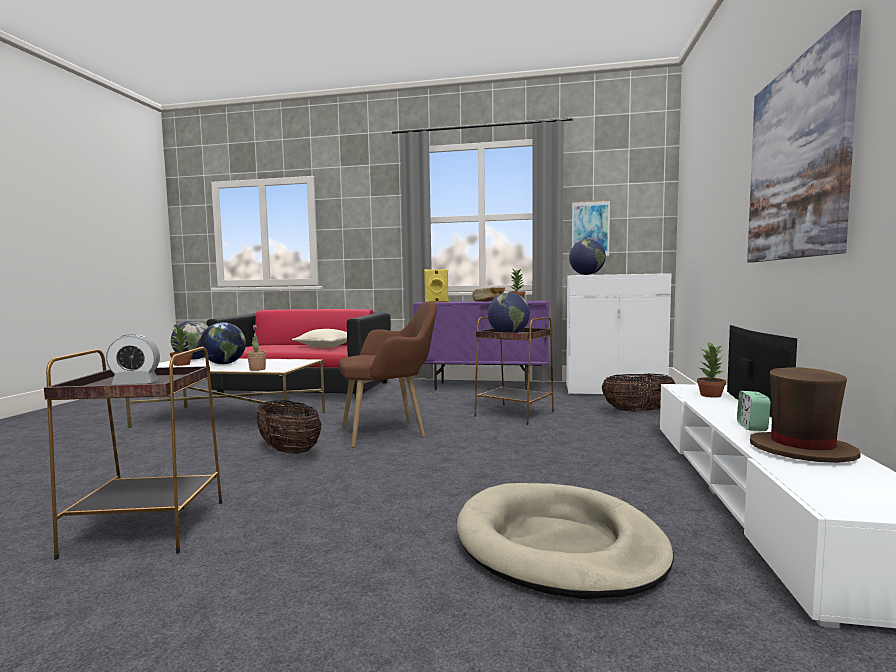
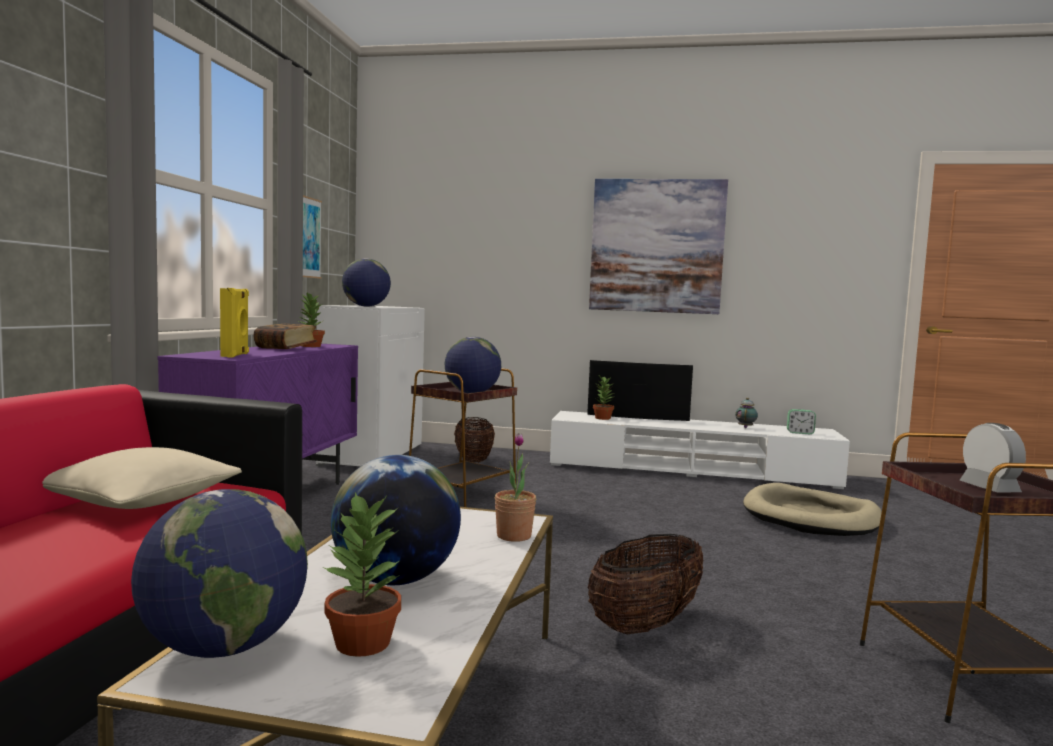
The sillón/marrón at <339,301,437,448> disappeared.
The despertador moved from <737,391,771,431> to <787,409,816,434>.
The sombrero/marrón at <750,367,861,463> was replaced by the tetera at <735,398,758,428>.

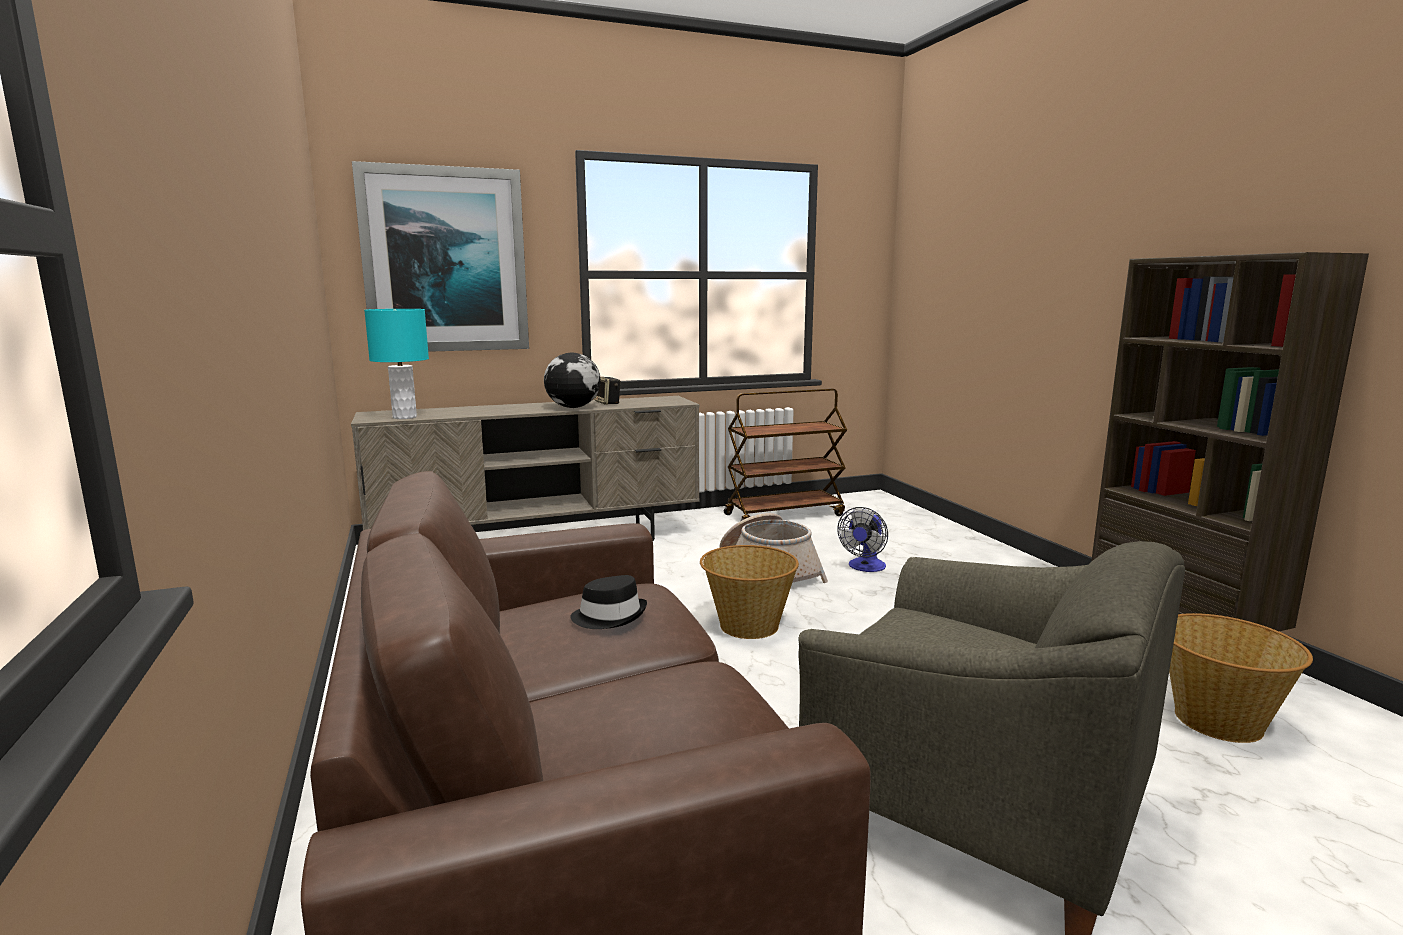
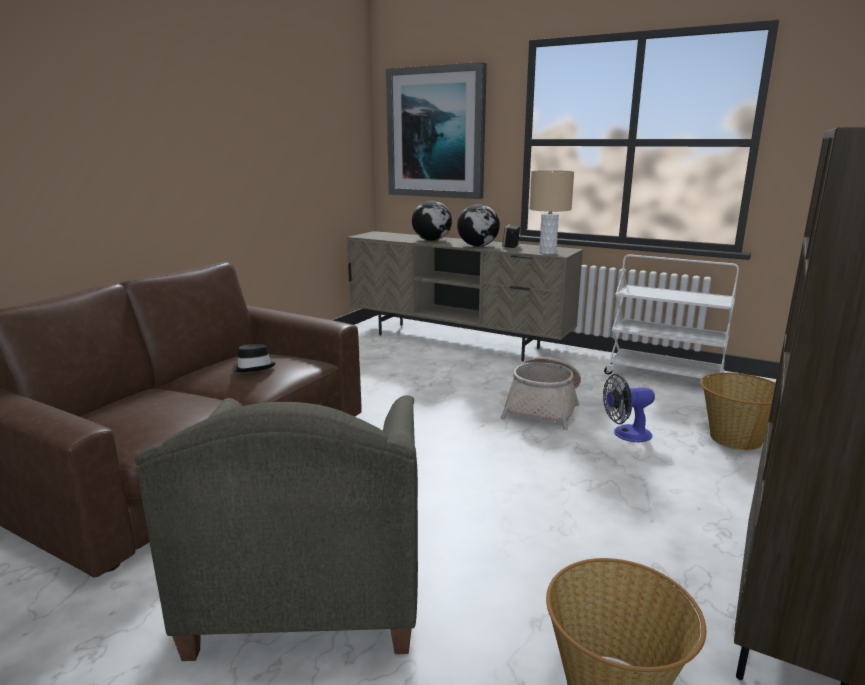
The lámpara de mesa/turquesa at <364,309,429,419> disappeared.
The cesta moved from <700,545,799,639> to <700,372,775,450>.
The carrito/marrón at <724,388,847,521> became the carrito/blanco at <604,254,739,379>.
The globo terráqueo at <412,200,452,241> appeared.
The lámpara de mesa/beis at <529,170,574,254> appeared.

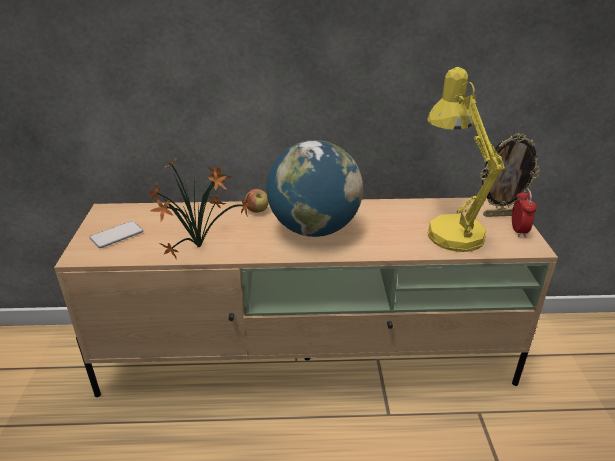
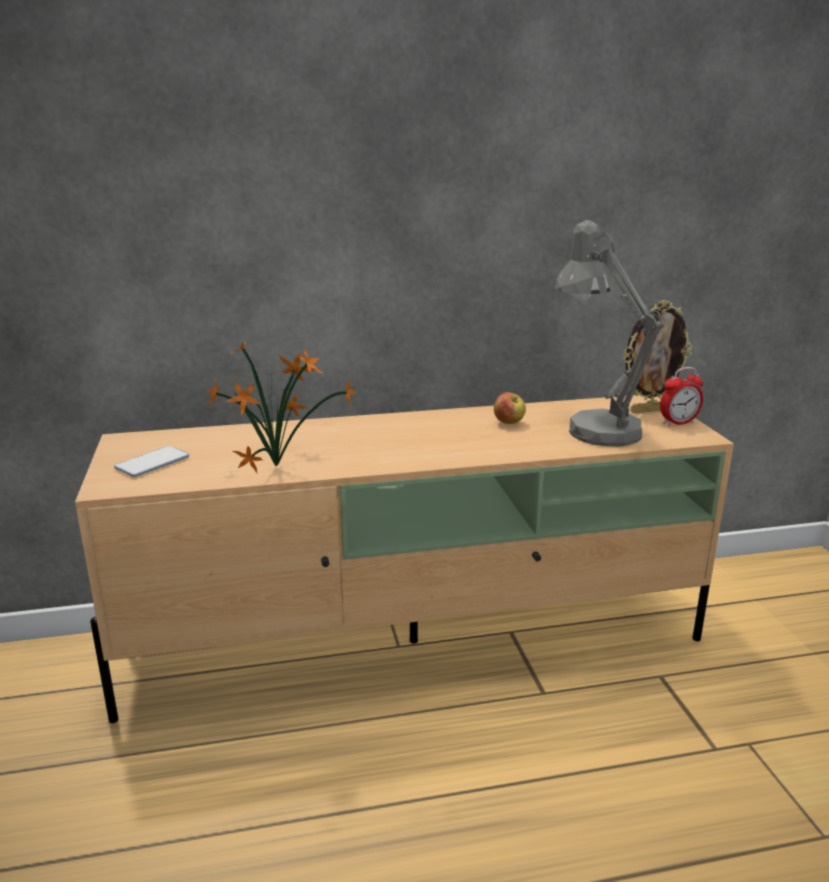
The manzana moved from <245,189,269,213> to <494,392,526,424>.
The globo terráqueo at <267,140,363,237> disappeared.
The lámpara de mesa/amarillo at <427,67,505,252> became the lámpara de mesa/gris at <555,220,664,447>.
The despertador at <512,188,537,237> turned 75 degrees clockwise.

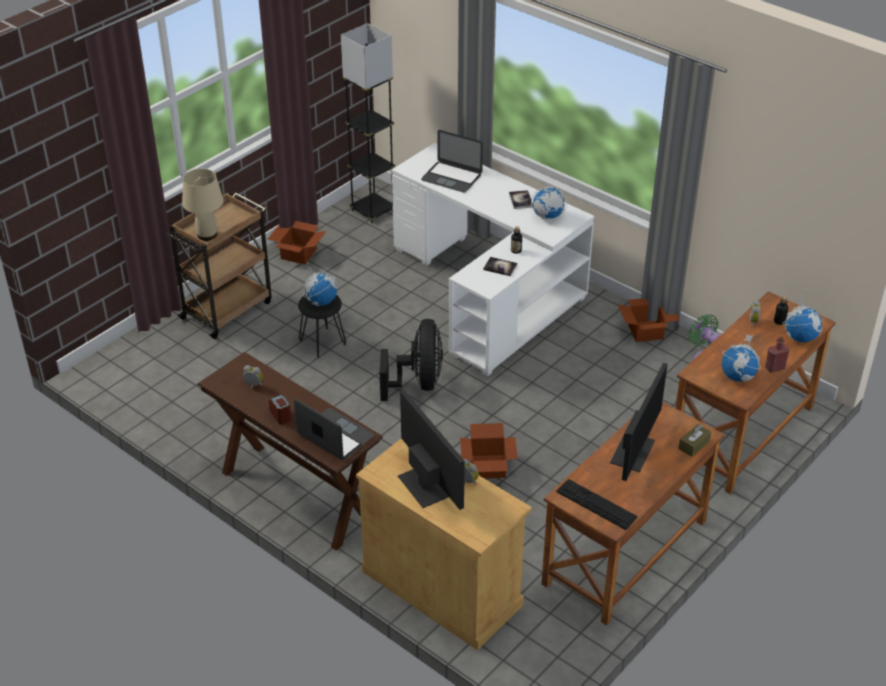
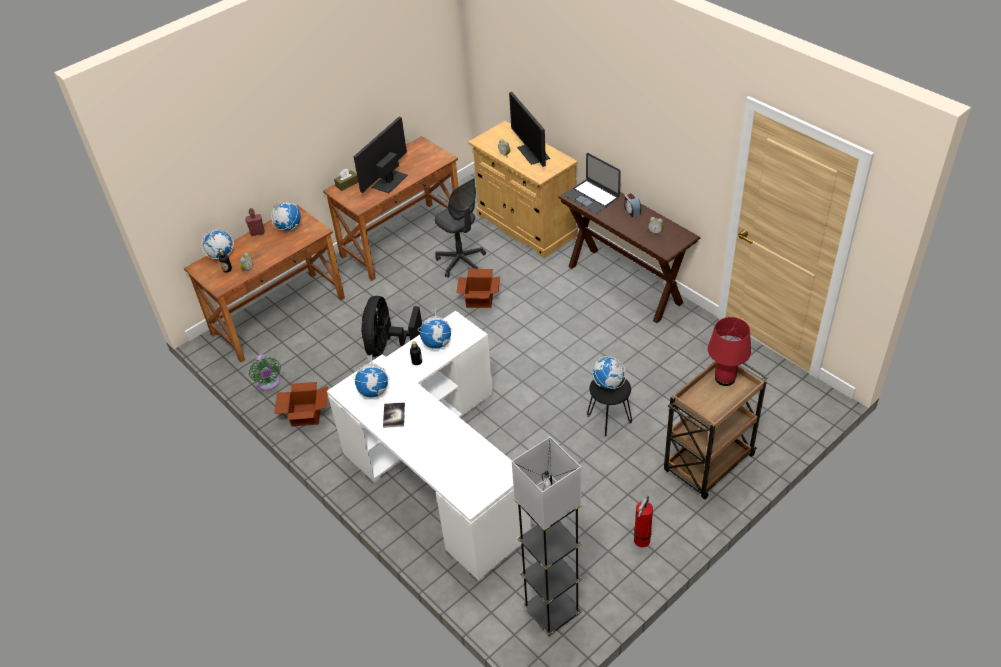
The lámpara de mesa/beis at <182,169,224,241> became the lámpara de mesa/rojo at <708,317,751,386>.
The caja de cartón at <268,221,326,265> was replaced by the extintor at <634,496,653,547>.
The ventilador/negro moved from <380,319,443,401> to <361,296,422,357>.
The portátil at <421,130,483,193> disappeared.
The libro at <483,257,517,276> was replaced by the globo terráqueo at <418,307,453,349>.
The teclado at <556,479,638,530> disappeared.
The silla de oficina/gris at <435,178,486,278> appeared.

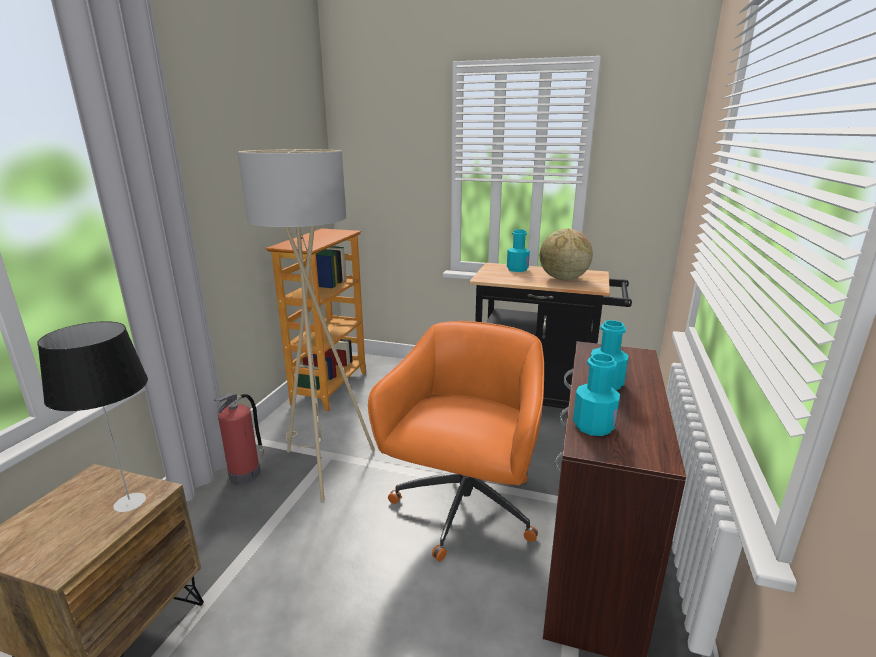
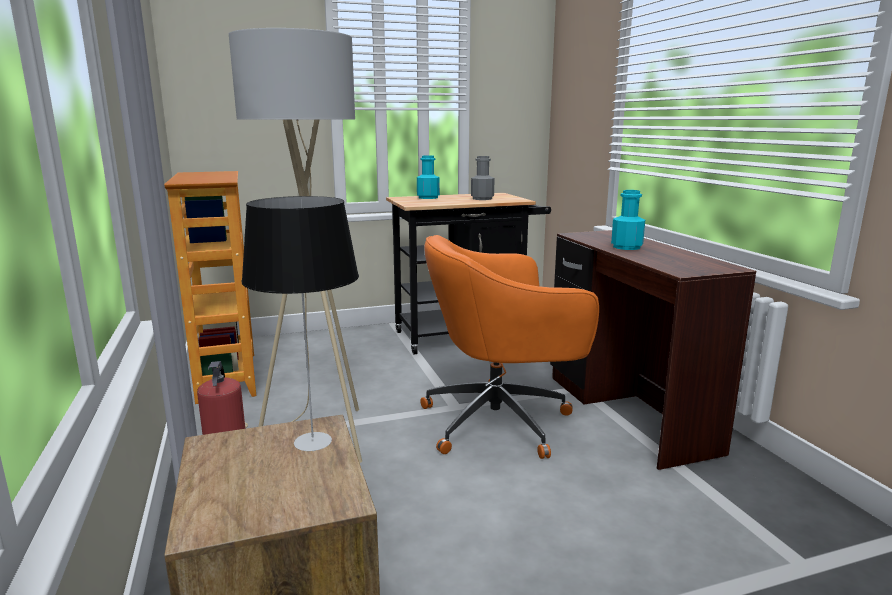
The silla de oficina/naranja at <368,321,544,562> turned 90 degrees counterclockwise.
The globo terráqueo at <540,229,593,281> was replaced by the botella/gris at <471,156,495,200>.
The botella/turquesa at <573,353,620,436> disappeared.

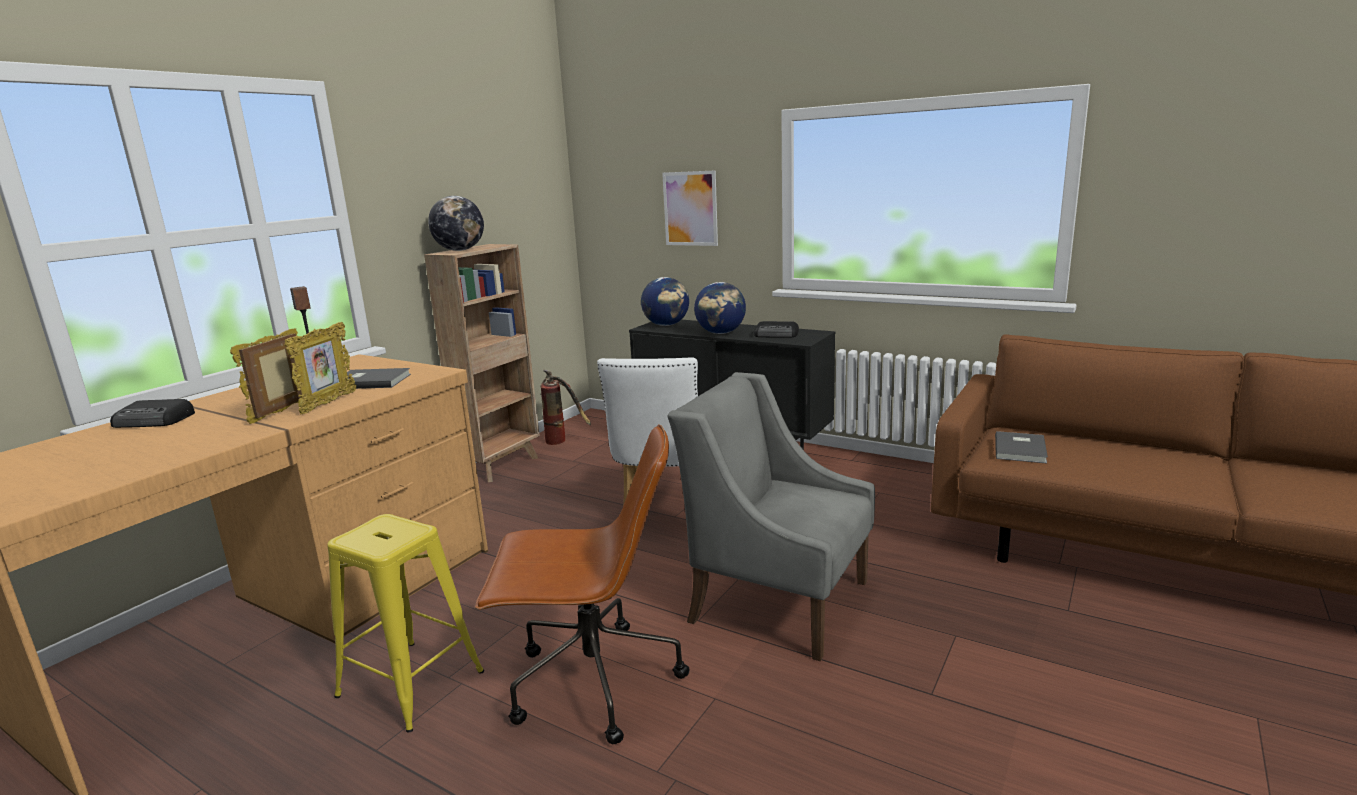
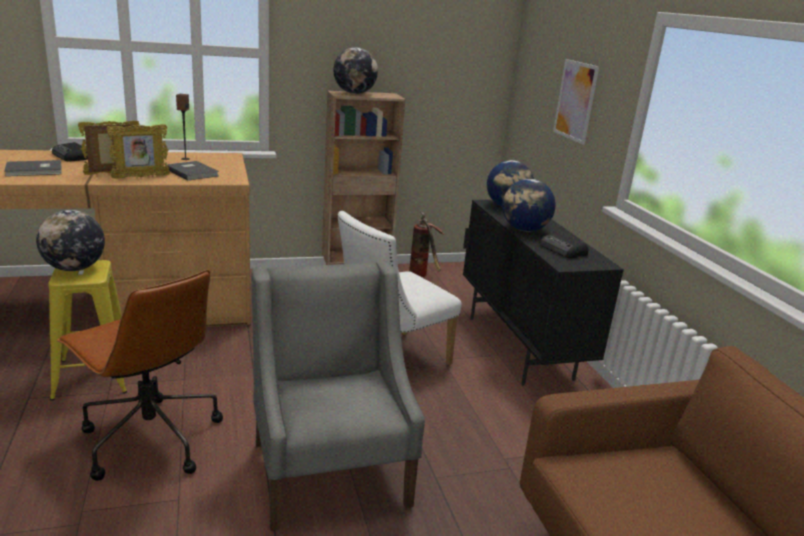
The libro/gris moved from <995,431,1048,464> to <4,160,62,176>.
The globo terráqueo at <36,210,105,271> appeared.

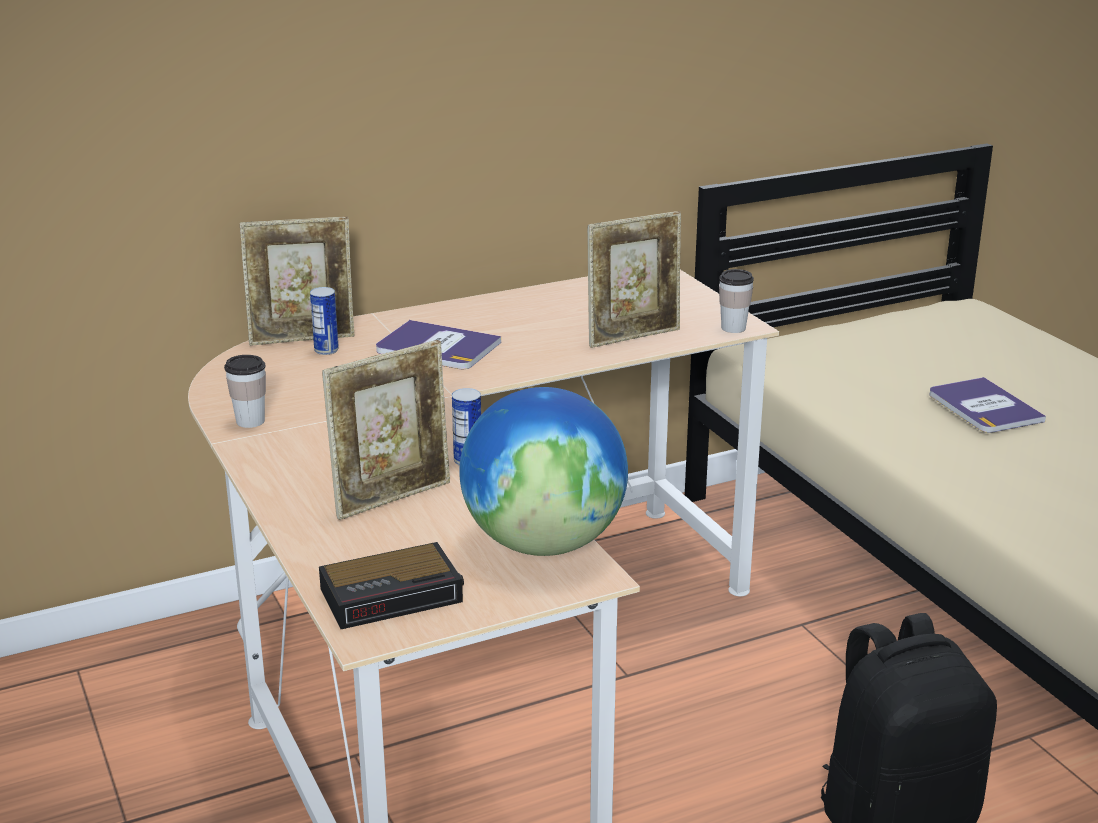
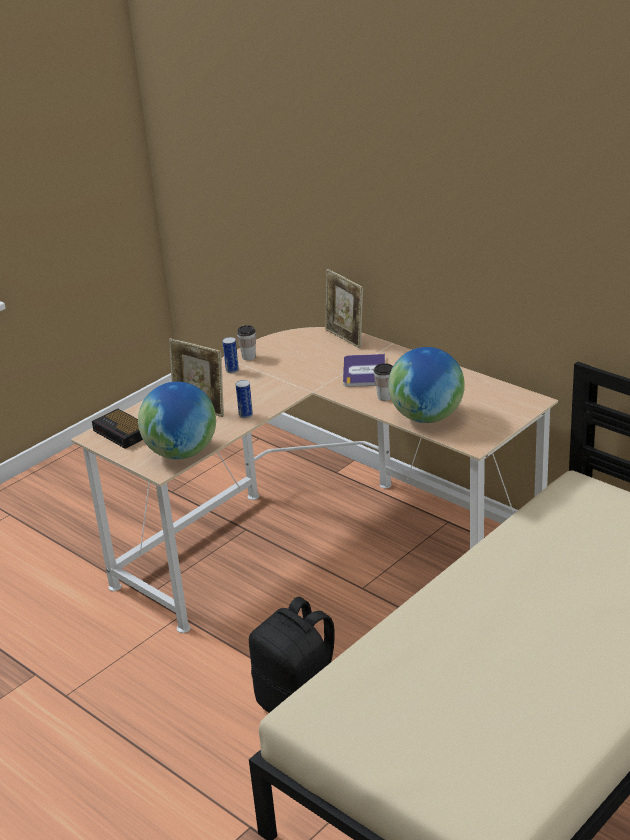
The lata moved from <310,287,339,355> to <222,337,239,373>.
The portarretratos at <587,211,681,348> was replaced by the globo terráqueo at <388,347,465,423>.
The taza moved from <719,269,754,333> to <374,363,393,401>.
The libro at <929,377,1046,433> disappeared.

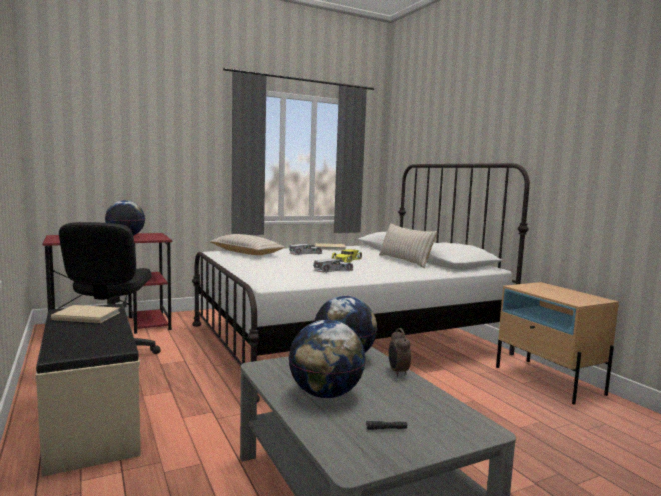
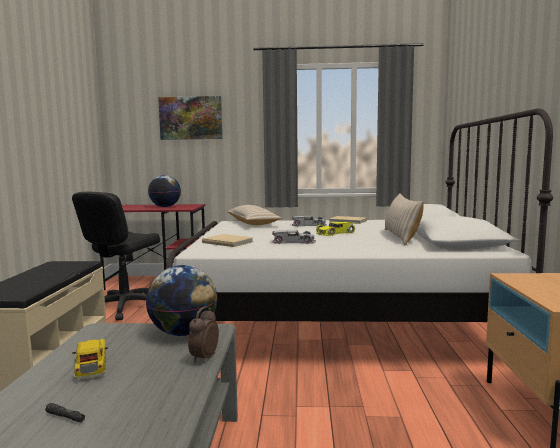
The libro/beis moved from <51,305,120,323> to <202,234,253,247>.
The globo terráqueo at <288,320,366,398> was replaced by the coche de juguete at <72,339,108,380>.
The cuadro at <158,96,222,140> appeared.

